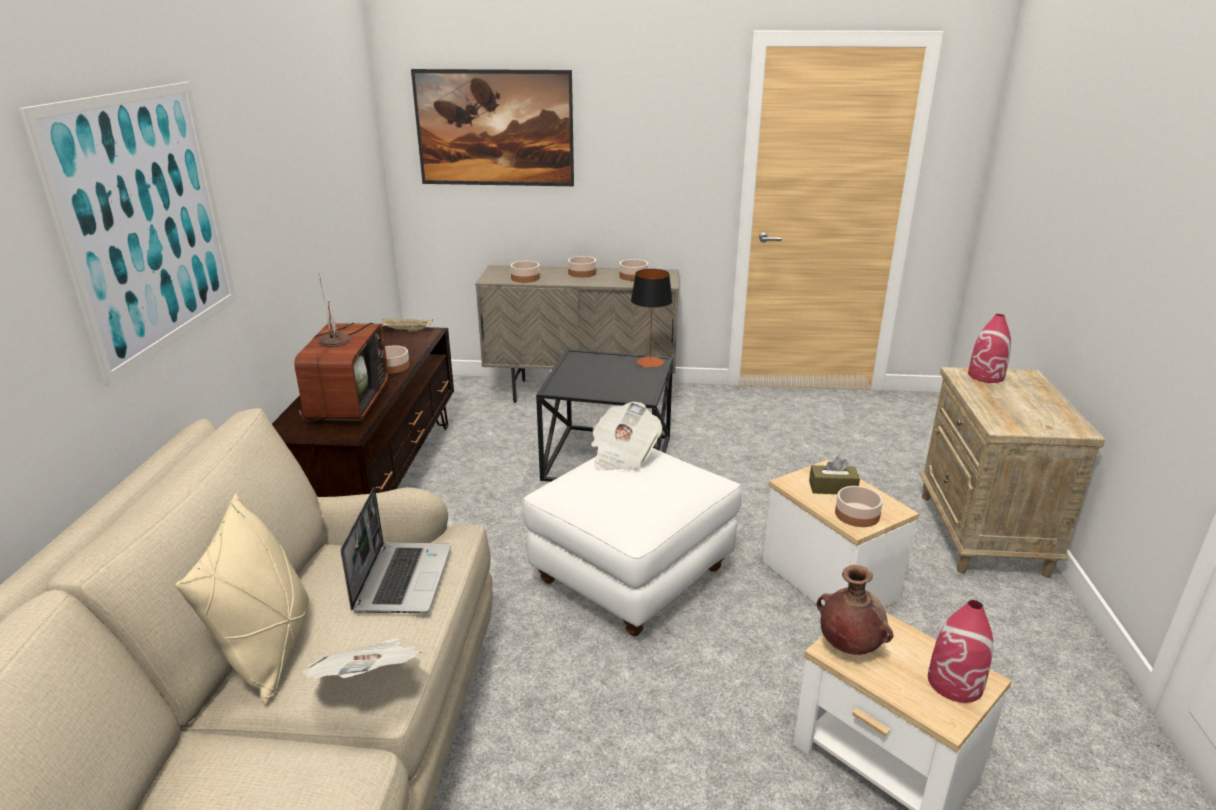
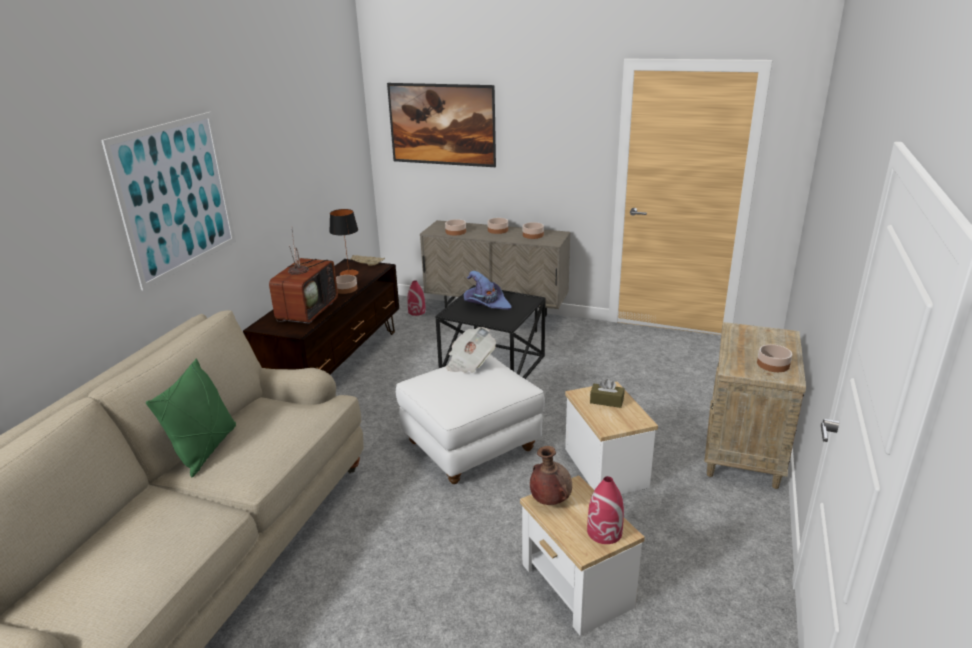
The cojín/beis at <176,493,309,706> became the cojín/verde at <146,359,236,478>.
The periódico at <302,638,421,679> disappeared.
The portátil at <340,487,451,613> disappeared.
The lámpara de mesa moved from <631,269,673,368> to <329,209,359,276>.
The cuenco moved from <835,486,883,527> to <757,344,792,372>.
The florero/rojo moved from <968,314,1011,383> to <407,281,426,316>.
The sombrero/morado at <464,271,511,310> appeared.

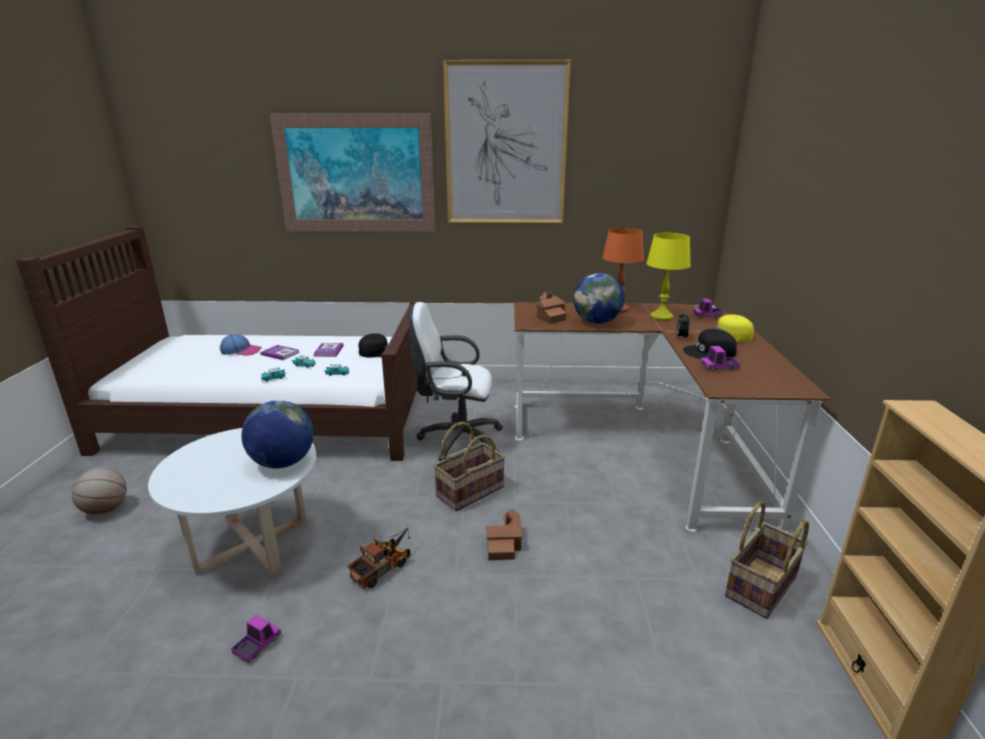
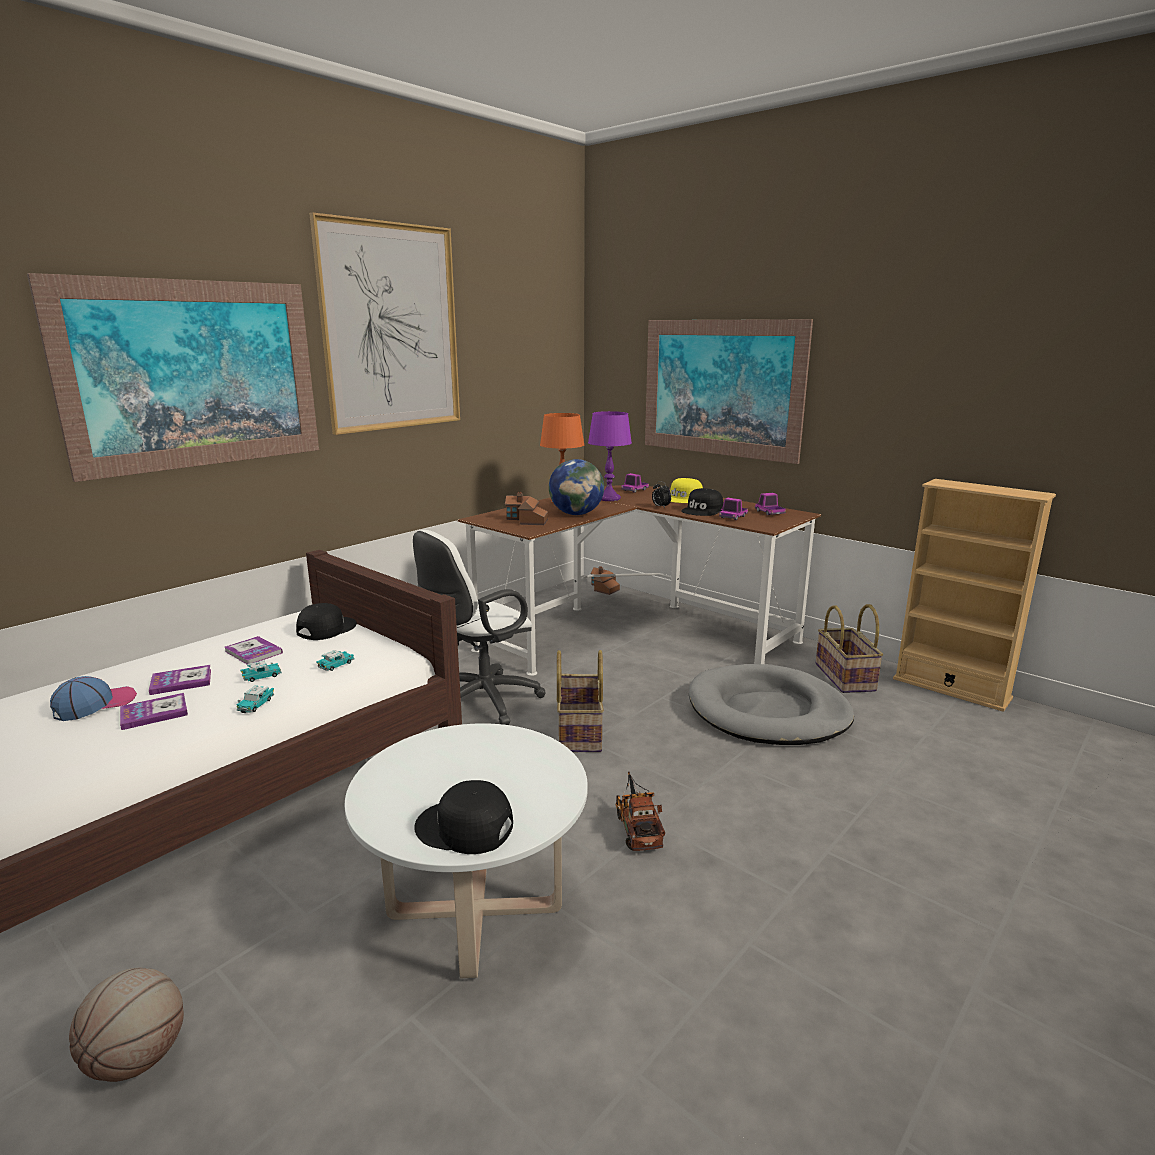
The camión de juguete moved from <231,615,281,663> to <755,493,786,515>.
The globo terráqueo at <241,400,314,469> disappeared.
The casita moved from <486,509,523,560> to <590,566,620,595>.
The lámpara de mesa/amarillo at <646,233,691,321> became the lámpara de mesa/morado at <588,411,632,501>.
The libro at <120,693,188,730> appeared.
The gorra/negro at <414,780,513,854> appeared.
The cuadro at <645,319,813,464> appeared.
The cama para perro/gris at <689,664,854,745> appeared.

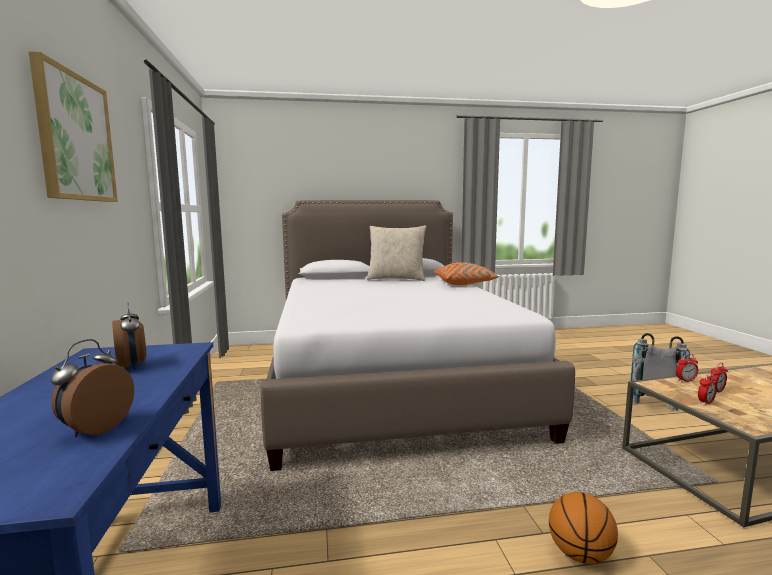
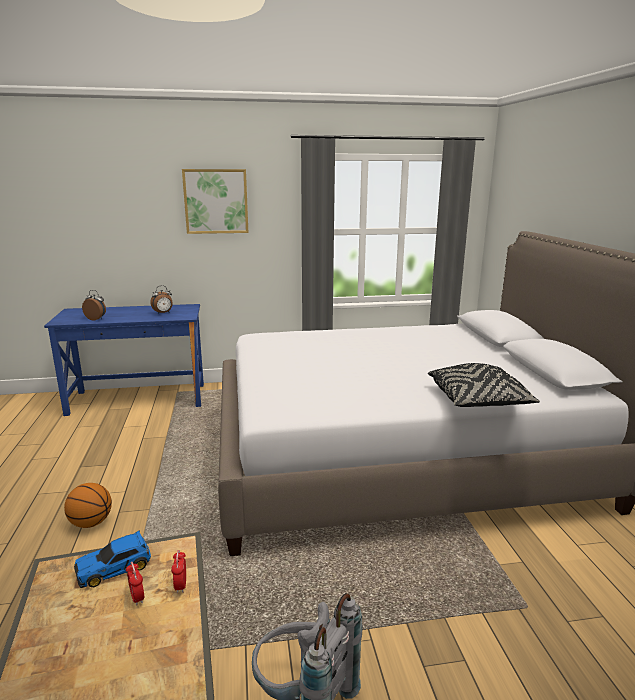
The cojín/beis at <366,226,426,281> disappeared.
The cojín/naranja at <434,262,500,285> became the cojín/negro at <428,363,540,407>.
The despertador at <698,372,718,405> was replaced by the coche de juguete at <74,531,151,588>.

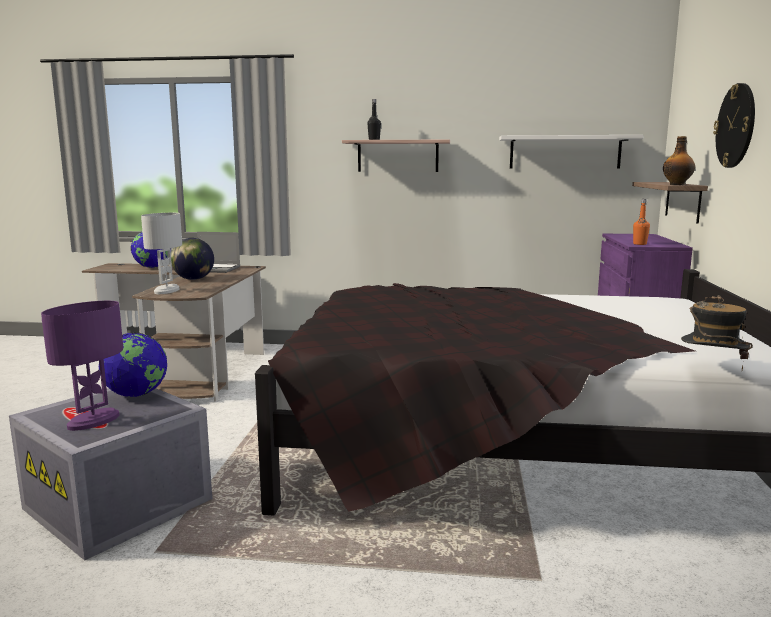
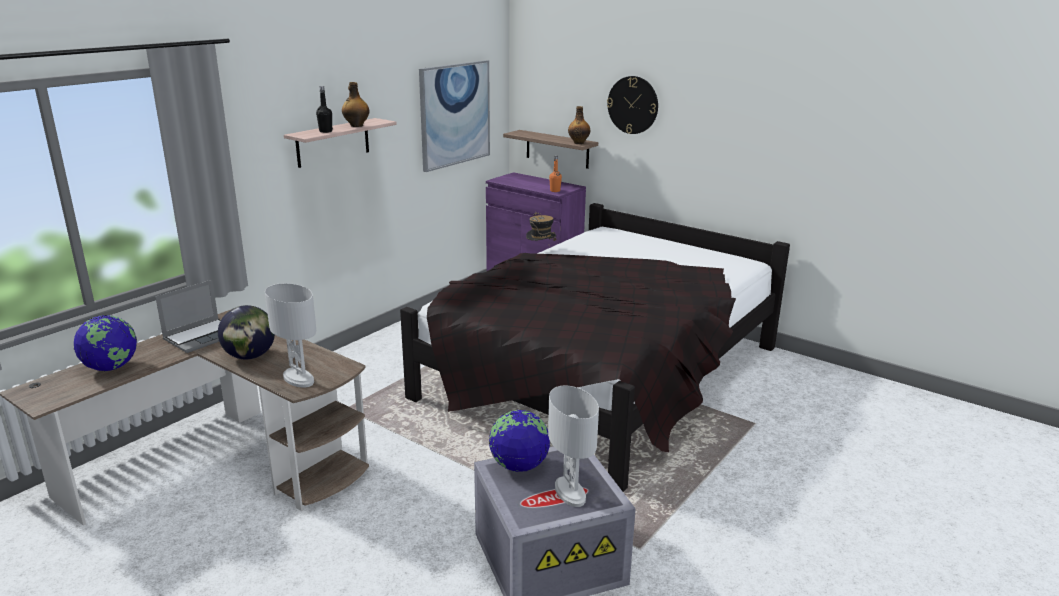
The lámpara de mesa/morado at <41,301,123,431> became the lámpara de mesa/blanco at <548,385,599,507>.
The estante/blanco at <499,135,643,169> was replaced by the cuadro at <419,60,490,172>.
The sombrero moved from <681,295,753,370> to <526,212,557,241>.
The botella at <342,82,369,127> appeared.

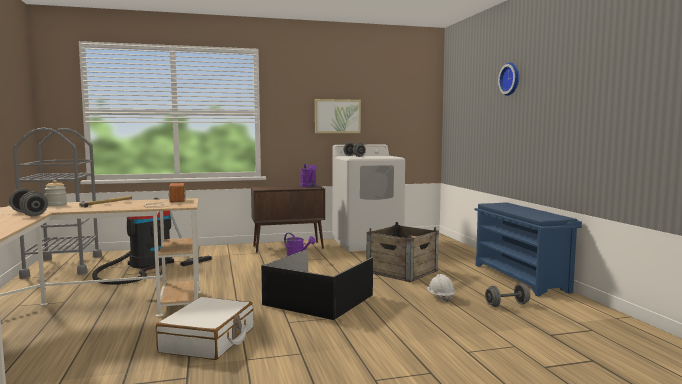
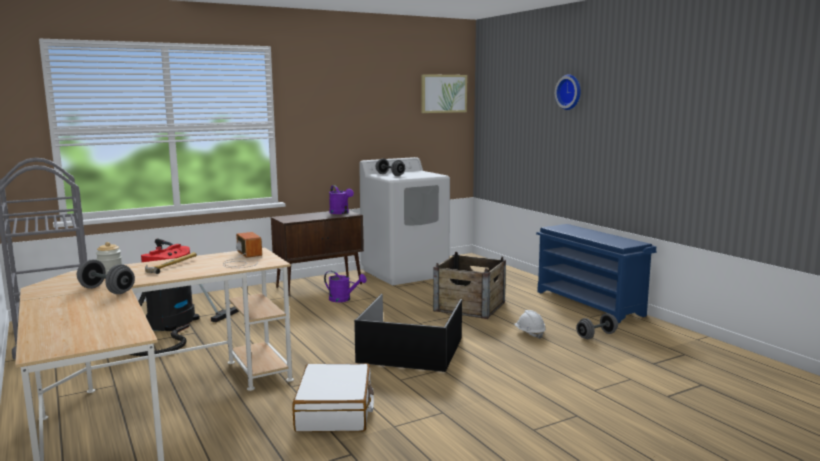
The cuadro moved from <315,99,361,133> to <422,74,467,113>.

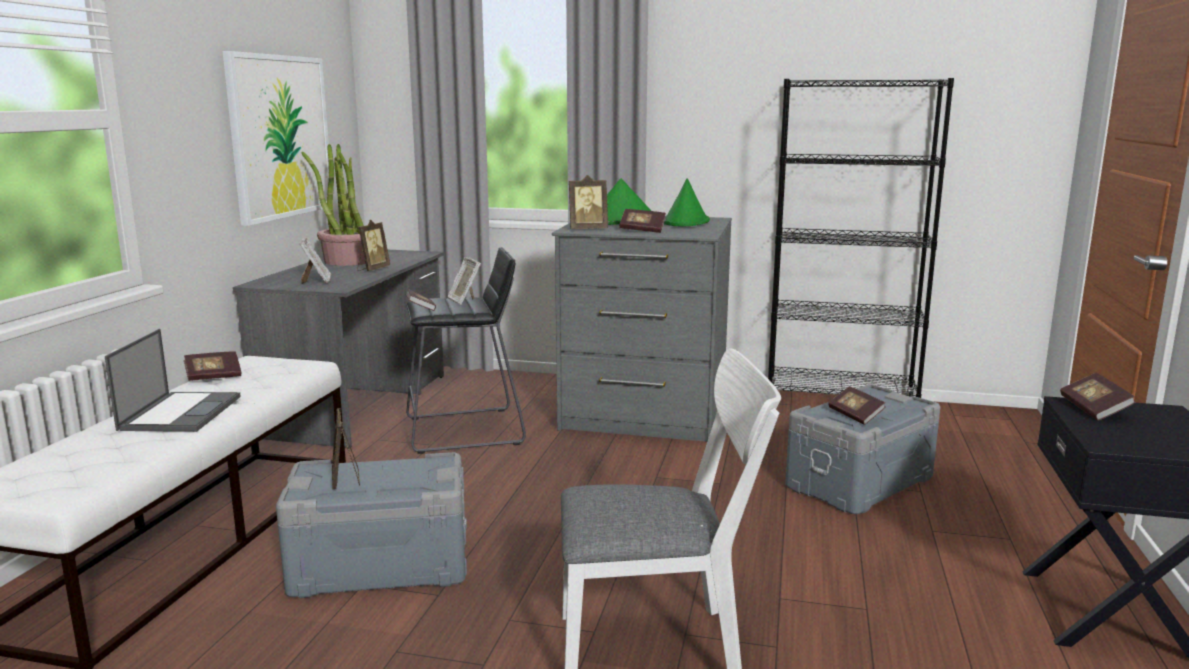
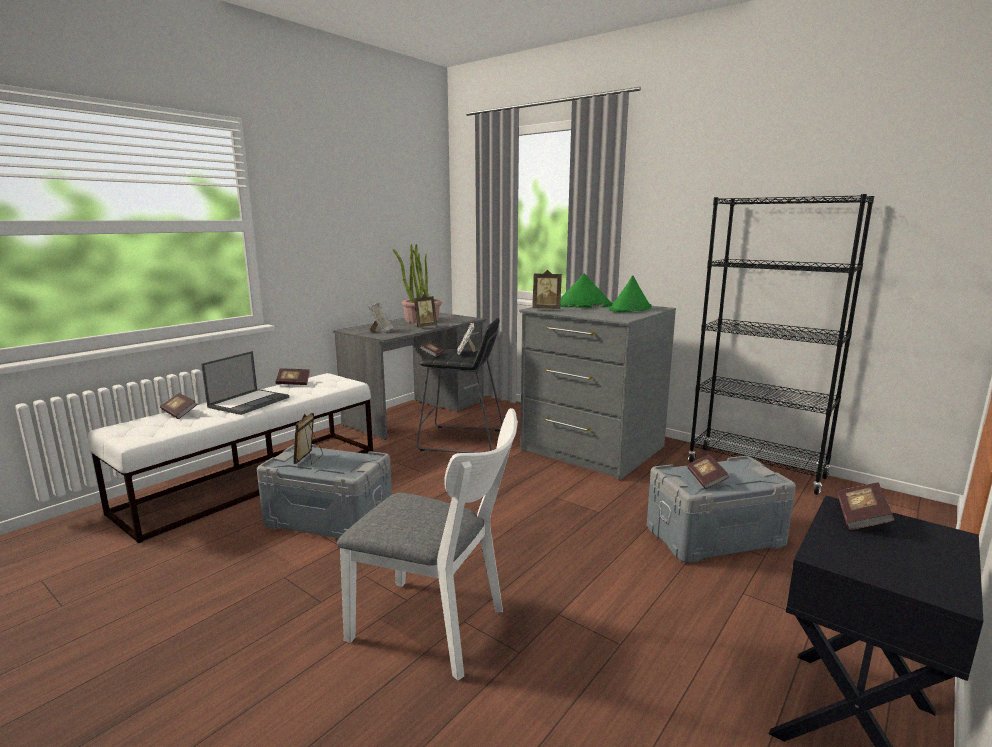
The cuadro at <222,51,334,226> disappeared.
The libro moved from <619,209,666,233> to <160,393,197,419>.

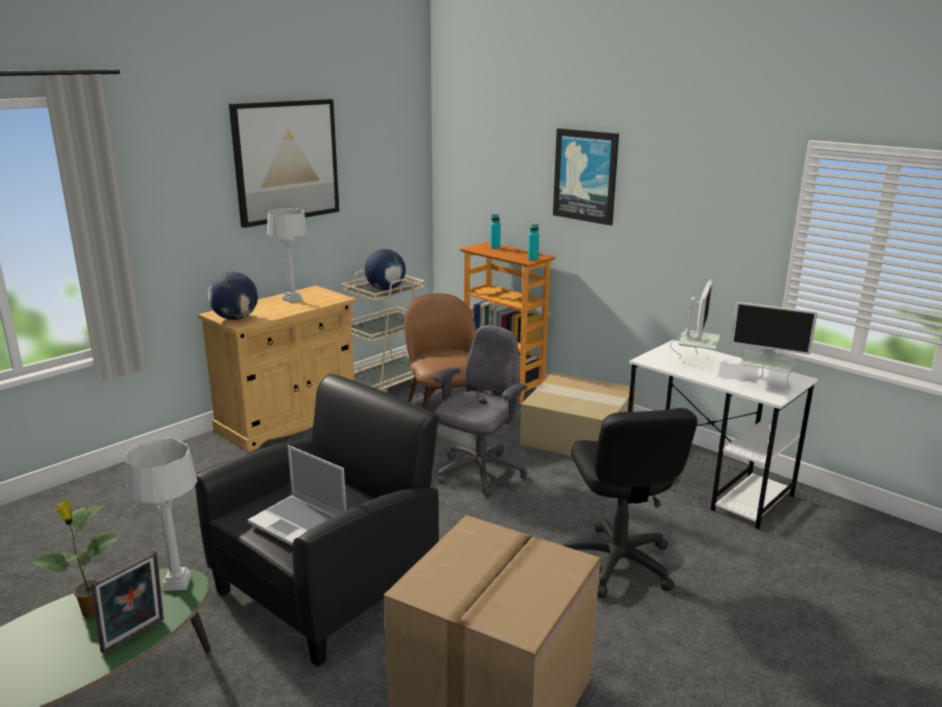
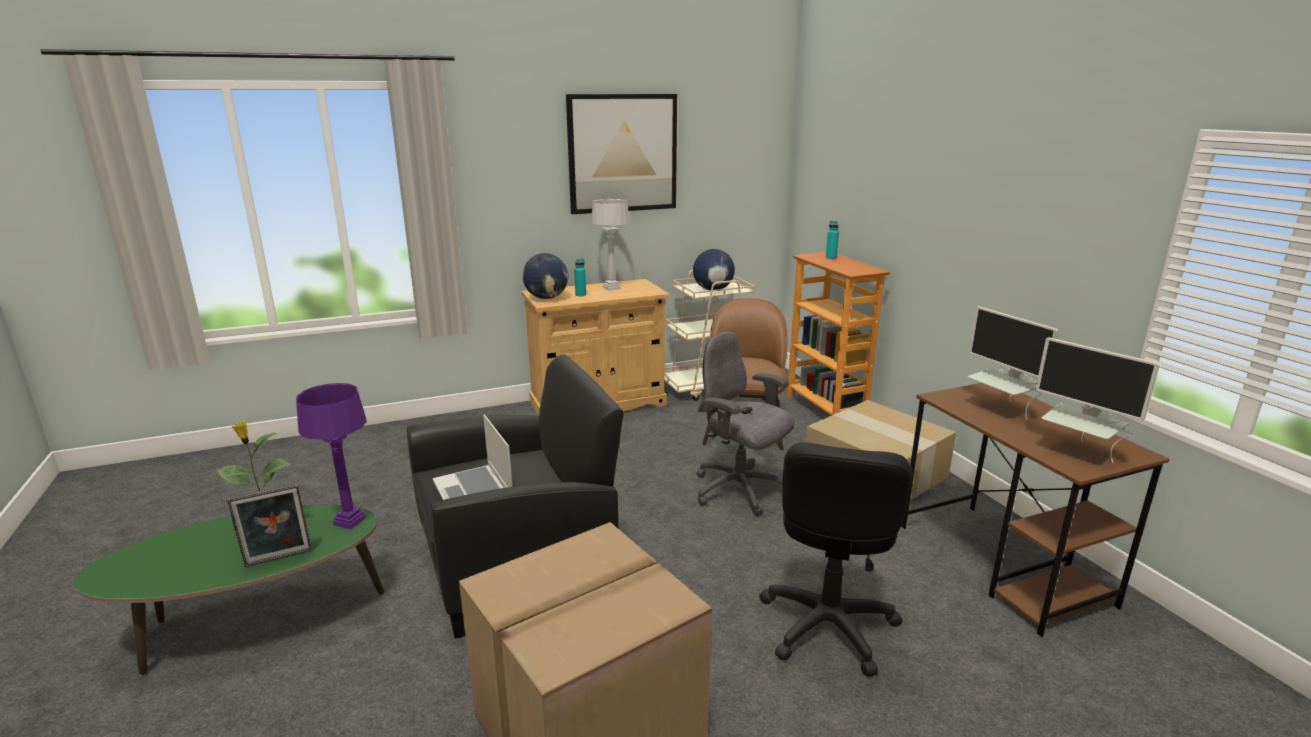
The lámpara de mesa/gris at <125,439,197,591> became the lámpara de mesa/morado at <296,383,367,529>.
The silla de oficina/gris at <434,325,527,497> turned 105 degrees counterclockwise.
The botella/turquesa moved from <528,223,539,261> to <574,258,586,296>.
The cuadro at <553,128,619,225> disappeared.
The escritorio/blanco at <628,340,818,530> became the escritorio/marrón at <901,383,1170,637>.
The monitor at <670,279,720,359> turned 105 degrees clockwise.

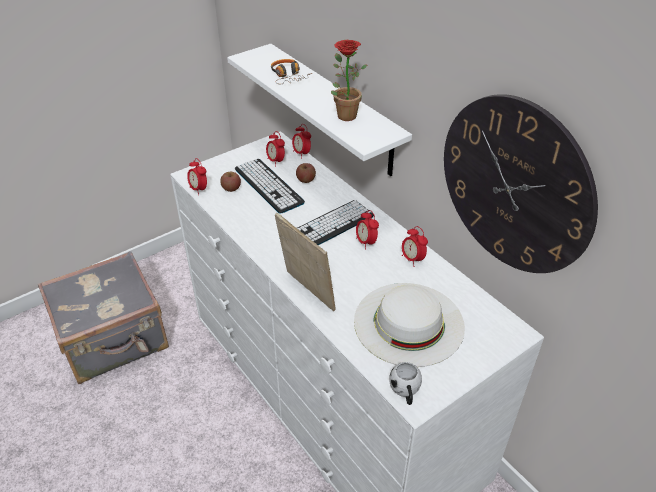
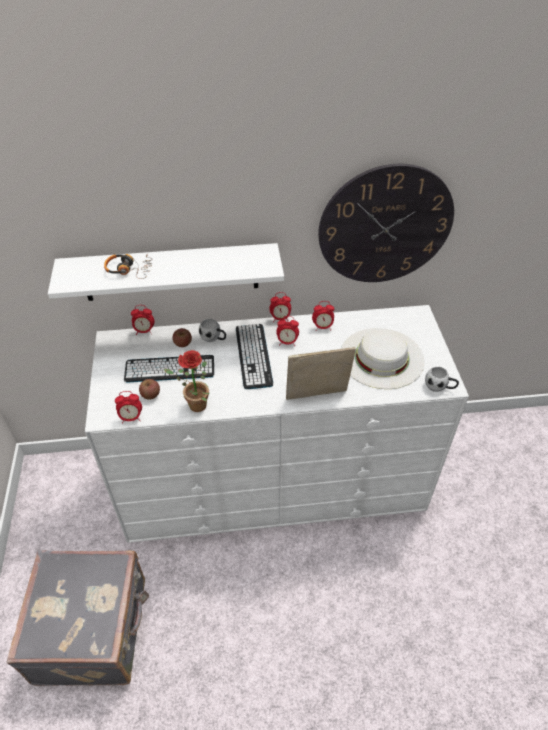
The despertador moved from <266,131,285,166> to <269,292,291,322>.
The planta en maceta moved from <331,40,367,121> to <163,350,210,412>.
The taza grande/blanco at <199,319,226,342> appeared.

